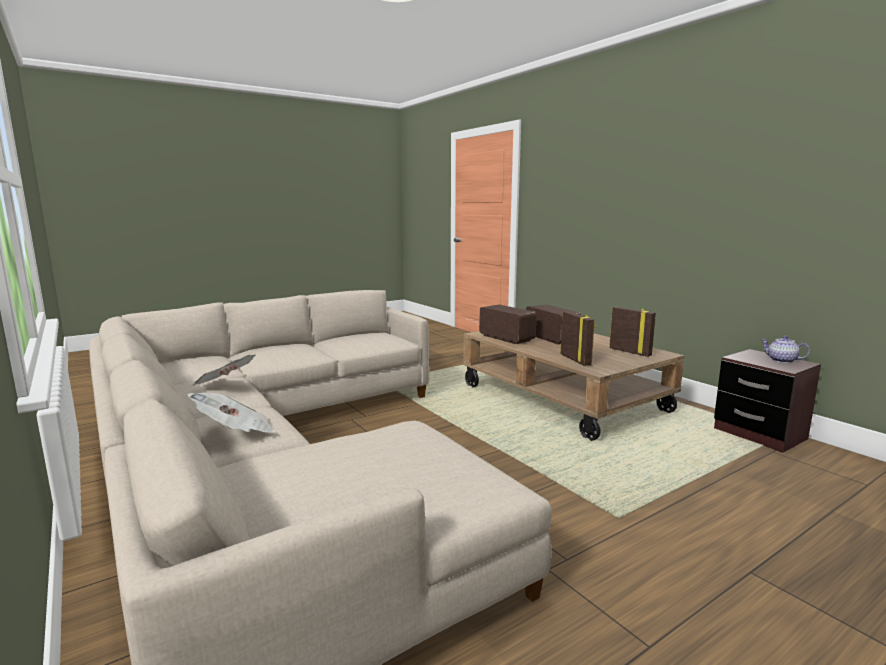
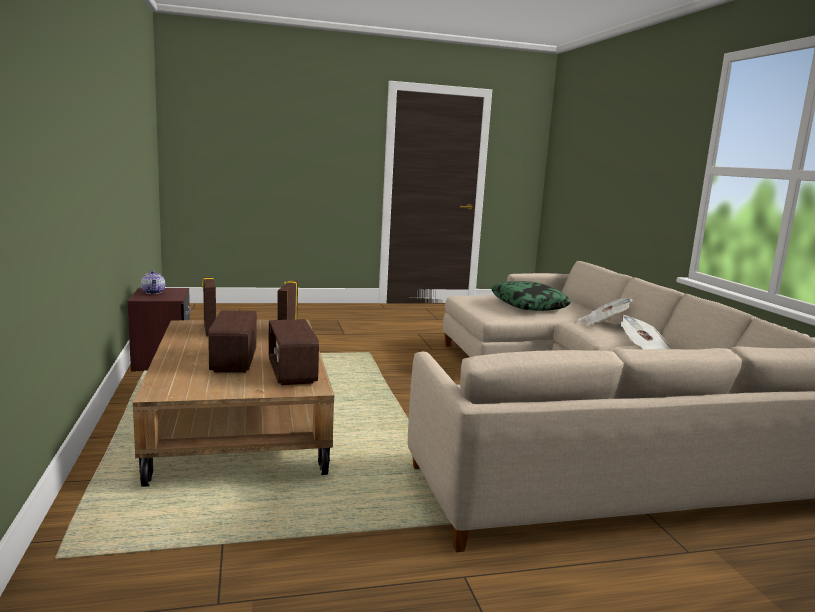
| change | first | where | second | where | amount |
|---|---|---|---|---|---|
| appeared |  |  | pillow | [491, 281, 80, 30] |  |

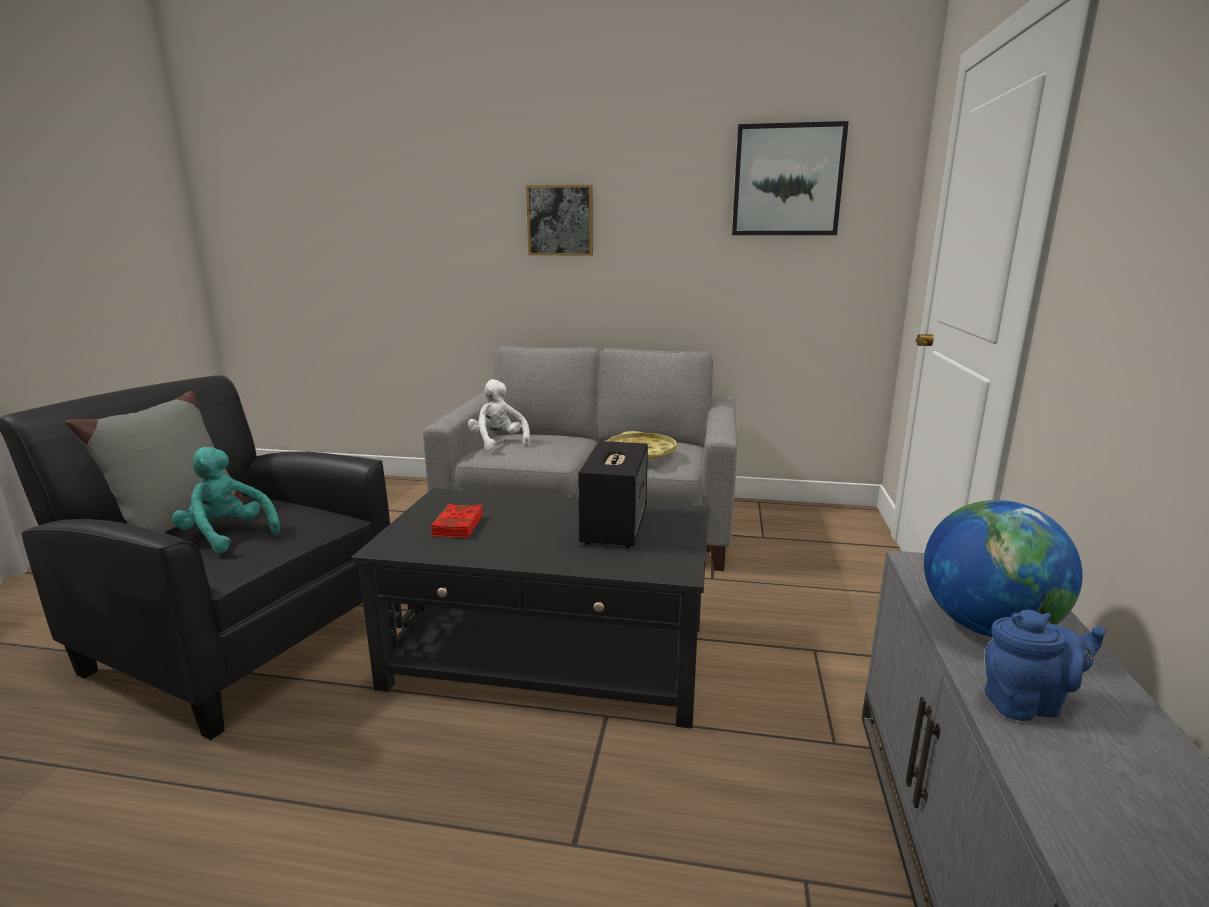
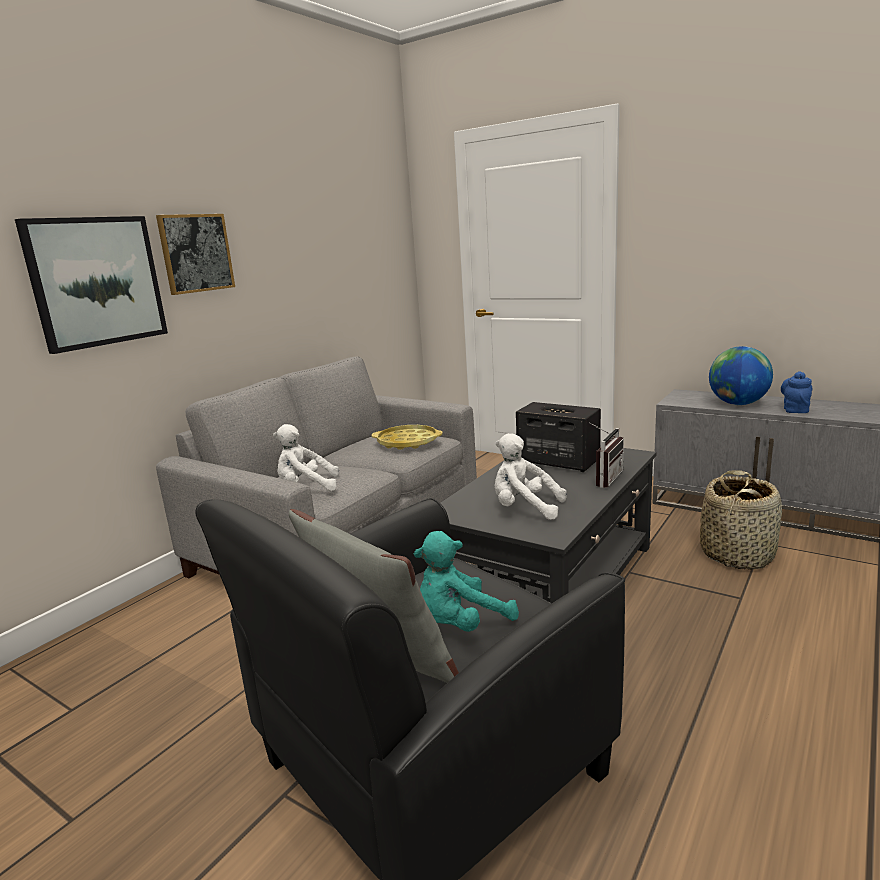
| change | first | where | second | where | amount |
|---|---|---|---|---|---|
| exchanged | red book | [431, 504, 52, 34] | white plush toy | [494, 433, 73, 87] |  |
| relocated | picture | [732, 121, 117, 114] |  | [15, 216, 153, 138] |  |
| appeared |  |  | radio | [589, 422, 35, 66] |  |
| appeared |  |  | basket | [700, 470, 82, 100] |  |

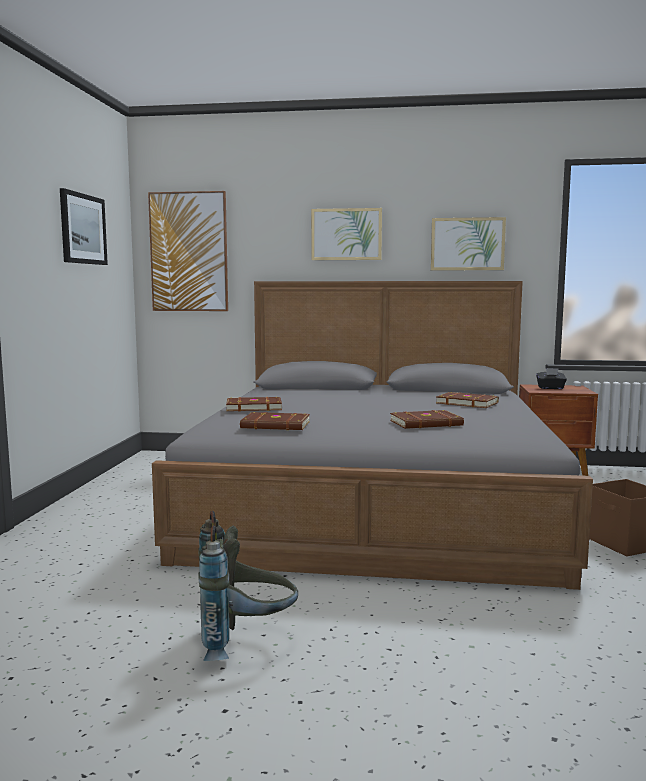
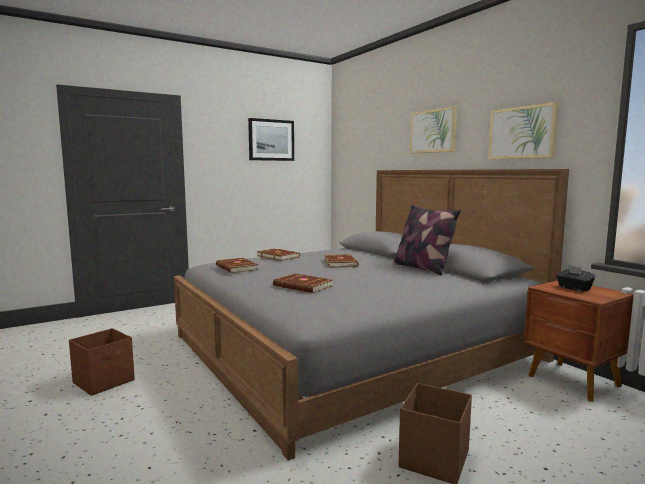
| change | first | where | second | where | amount |
|---|---|---|---|---|---|
| missing | picture | [148, 191, 80, 120] |  |  |  |
| exchanged | grey backpack | [198, 511, 100, 150] | brown storage box | [69, 328, 66, 68] |  |
| relocated | brown book | [436, 392, 63, 16] |  | [325, 254, 34, 14] |  |
| appeared |  |  | pillow | [393, 205, 68, 70] |  |

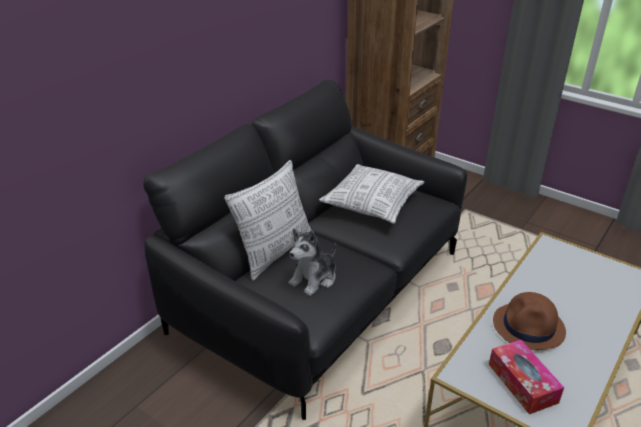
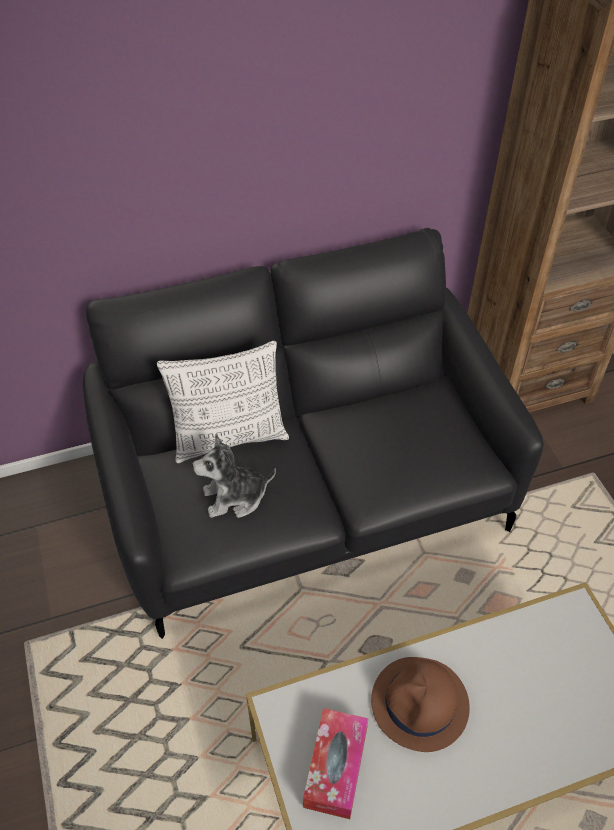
| change | first | where | second | where | amount |
|---|---|---|---|---|---|
| missing | pillow | [319, 164, 105, 60] |  |  |  |

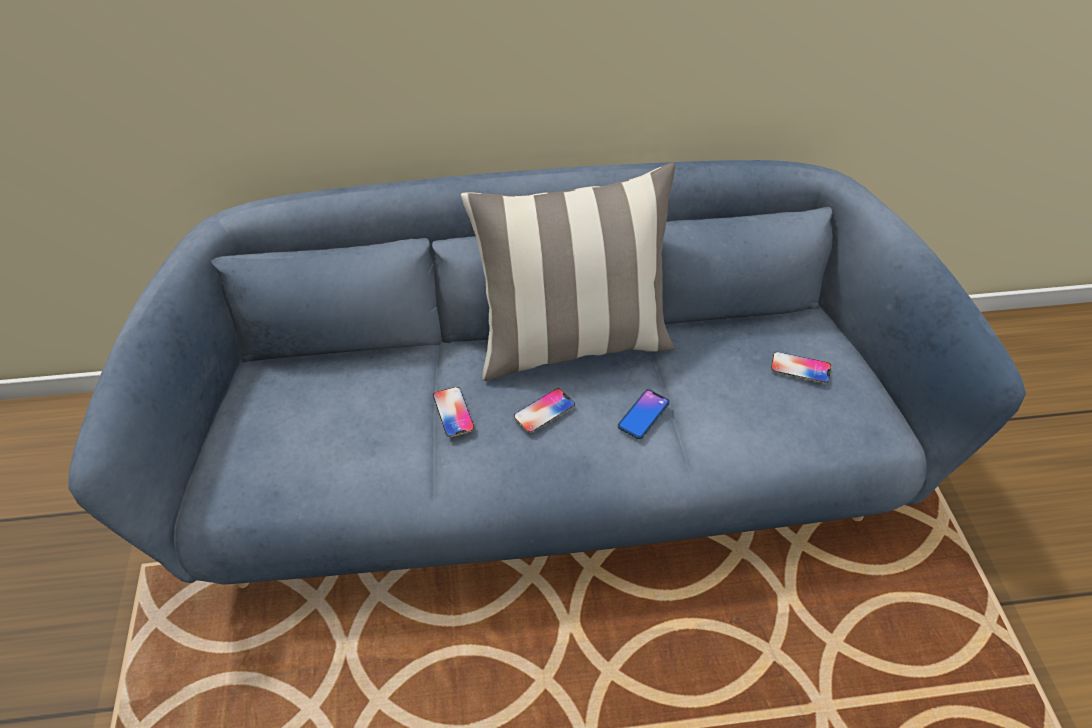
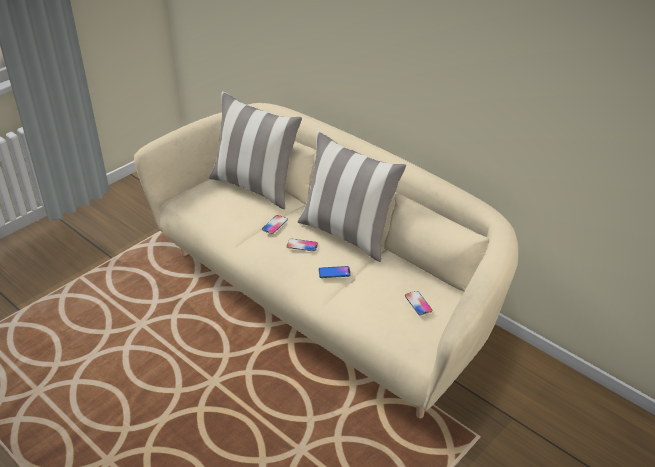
| change | first | where | second | where | amount |
|---|---|---|---|---|---|
| colour | blue sofa | [68, 160, 958, 428] | beige sofa | [134, 103, 384, 315] |  |
| appeared |  |  | pillow | [209, 91, 93, 118] |  |

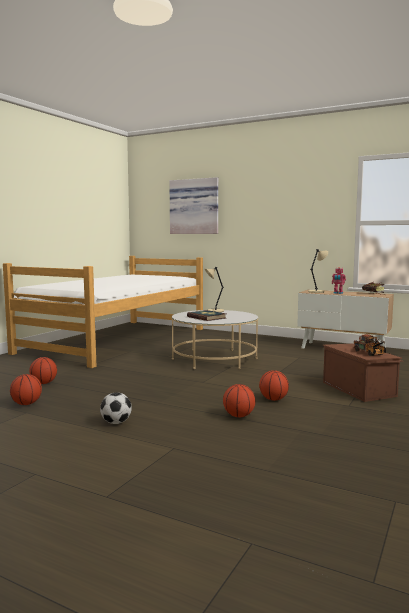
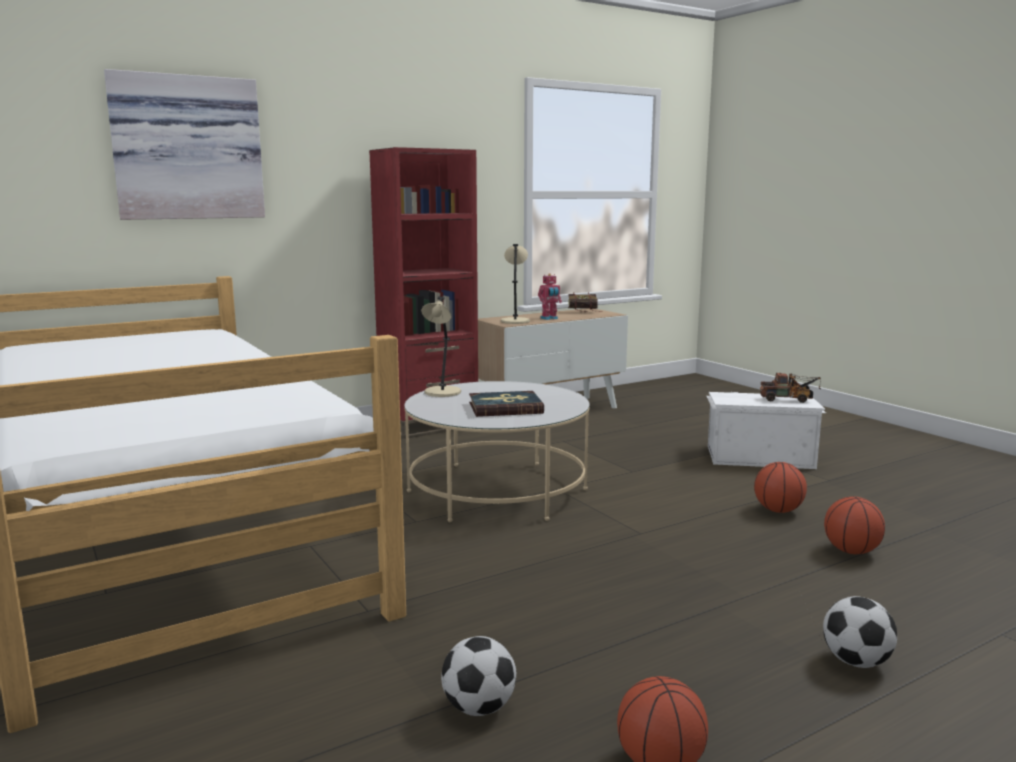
| change | first | where | second | where | amount |
|---|---|---|---|---|---|
| exchanged | basketball | [29, 357, 28, 27] | football | [441, 636, 75, 80] |  |
| colour | brown storage box | [323, 343, 81, 59] | white storage box | [707, 392, 119, 77] |  |
| appeared |  |  | red bookcase | [369, 147, 109, 292] |  |

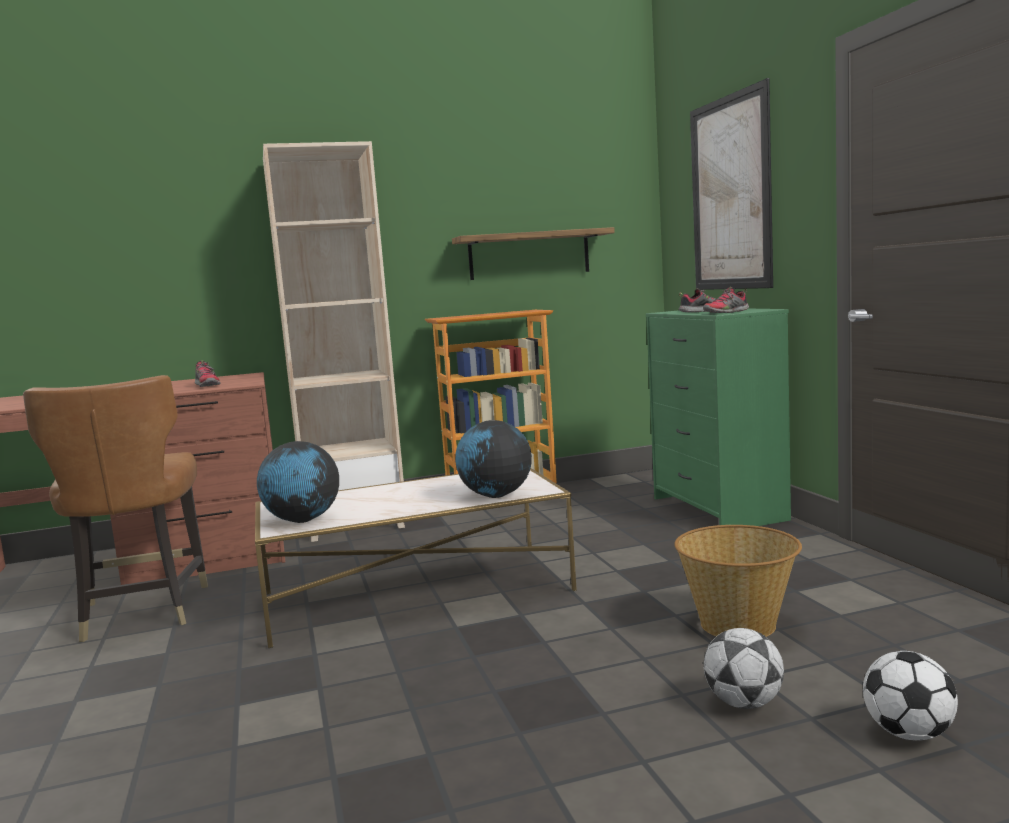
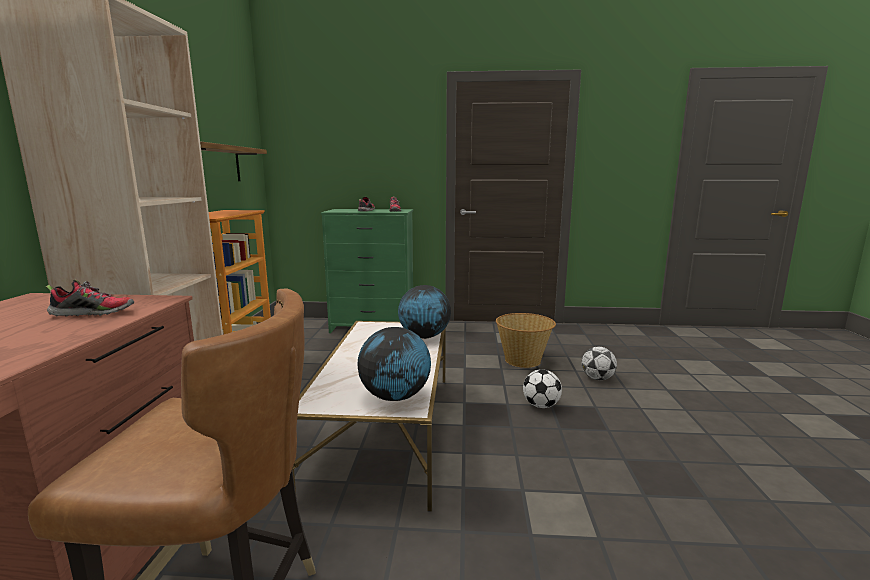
| change | first | where | second | where | amount |
|---|---|---|---|---|---|
| missing | picture | [690, 78, 83, 212] |  |  |  |
| relocated | football | [863, 651, 95, 90] |  | [523, 369, 39, 39] |  |

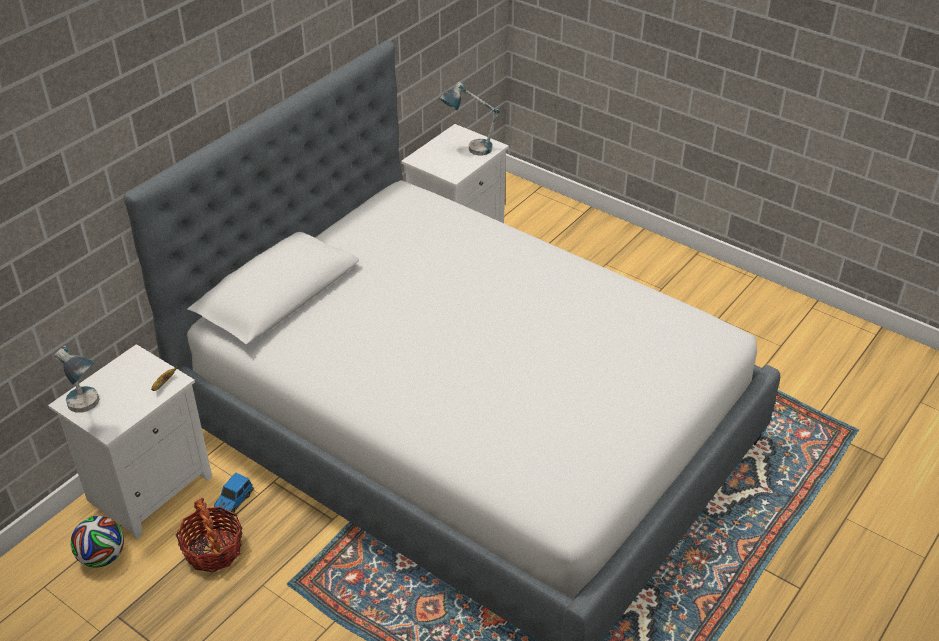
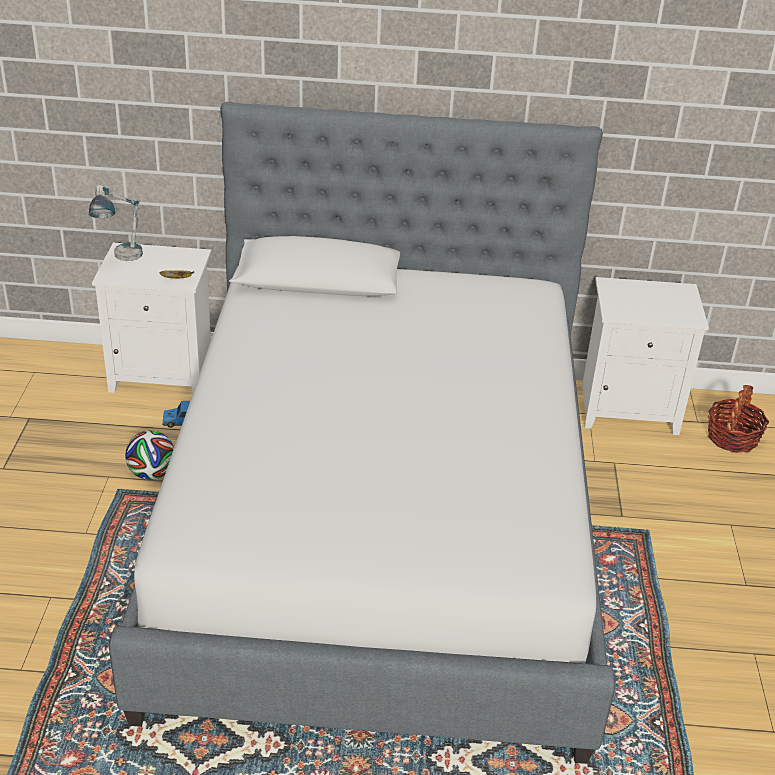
| change | first | where | second | where | amount |
|---|---|---|---|---|---|
| relocated | football | [71, 516, 53, 52] |  | [125, 430, 49, 50] |  |
| relocated | basket | [176, 498, 67, 74] |  | [708, 385, 61, 68] |  |
| missing | table lamp | [439, 82, 61, 73] |  |  |  |

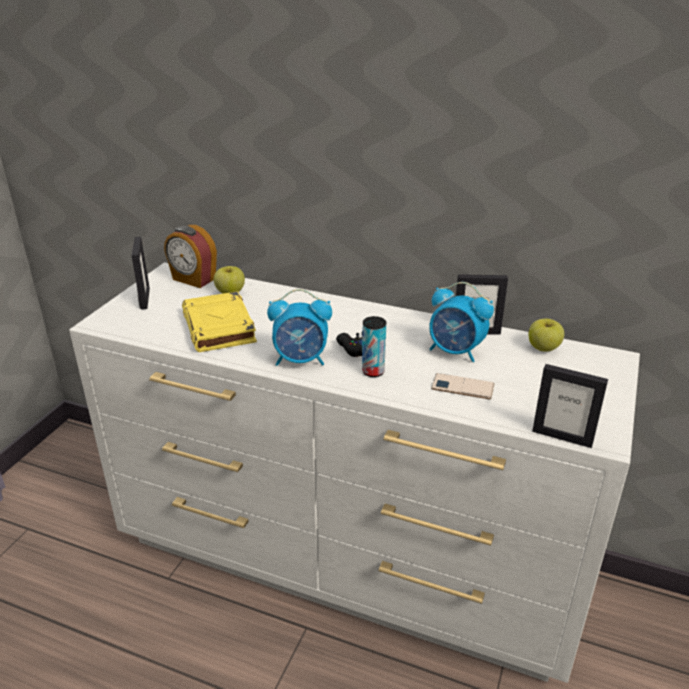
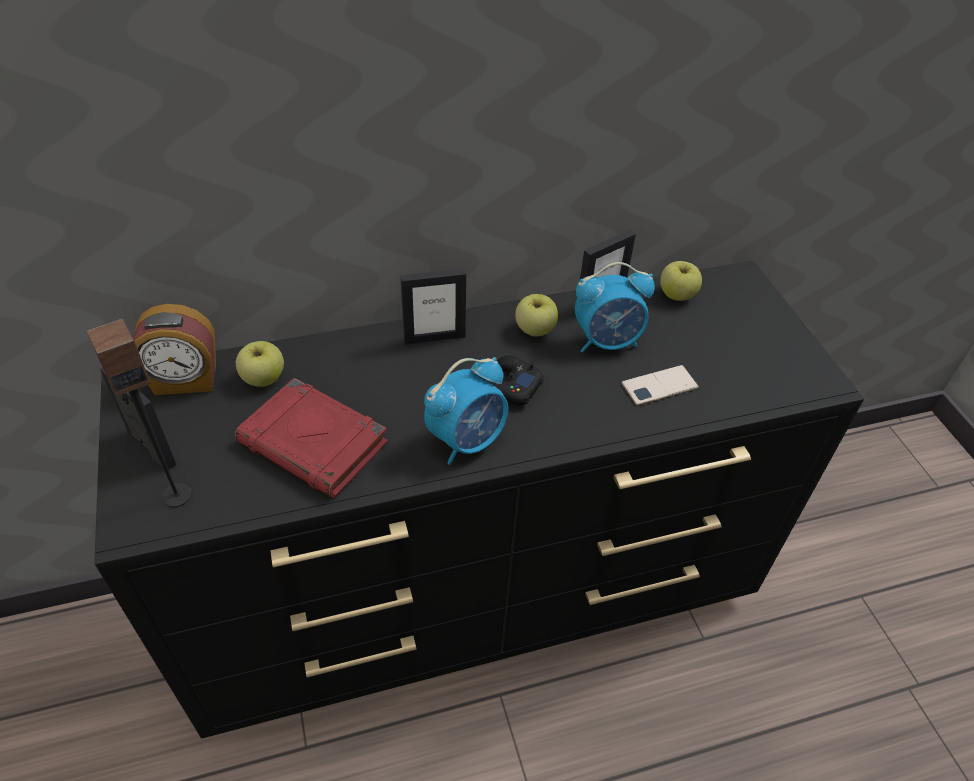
| change | first | where | second | where | amount |
|---|---|---|---|---|---|
| colour | white dresser | [69, 262, 571, 421] | black dresser | [94, 261, 770, 477] |  |
| colour | yellow book | [182, 291, 75, 61] | red book | [235, 378, 153, 120] |  |
| missing | can | [362, 316, 24, 61] |  |  |  |
| relocated | picture frame | [532, 364, 76, 84] |  | [400, 269, 66, 76] |  |
| appeared |  |  | speaker | [87, 319, 105, 188] |  |
| appeared |  |  | apple | [515, 294, 43, 42] |  |

